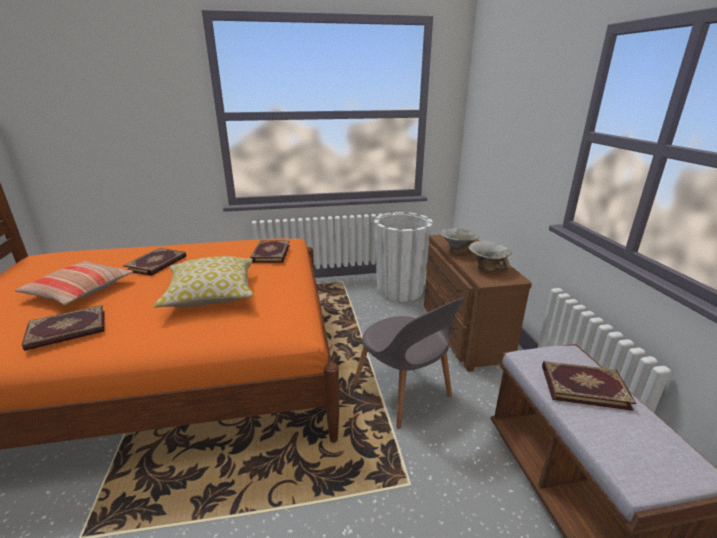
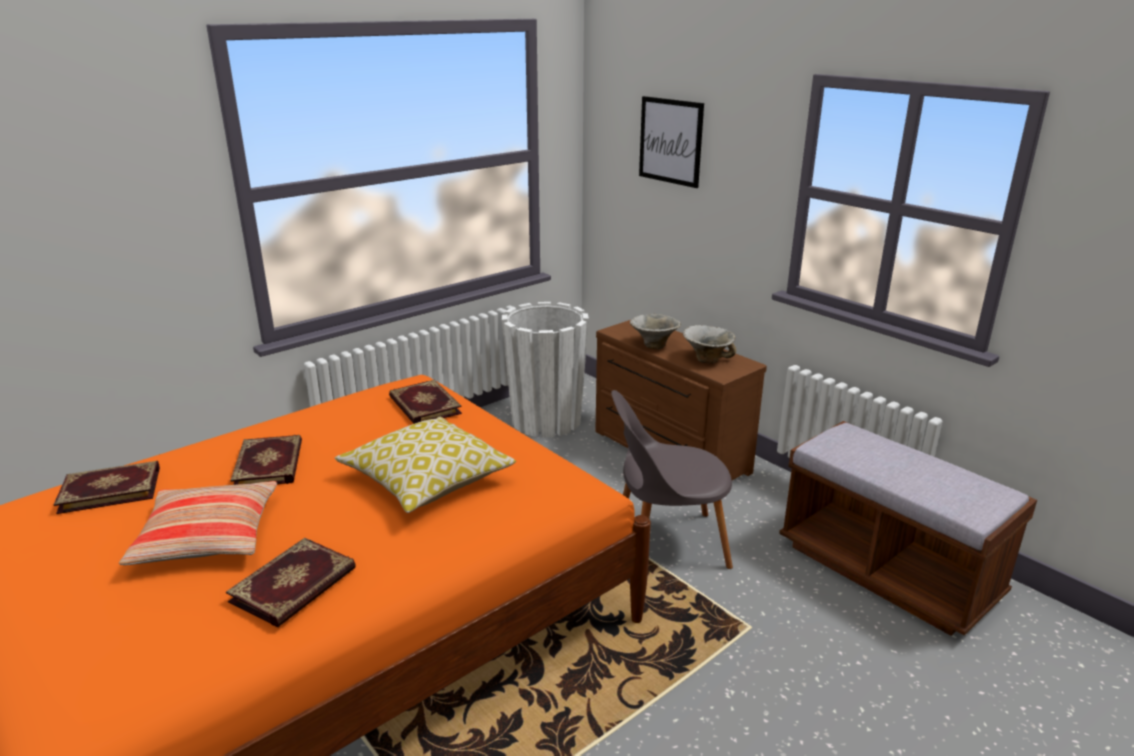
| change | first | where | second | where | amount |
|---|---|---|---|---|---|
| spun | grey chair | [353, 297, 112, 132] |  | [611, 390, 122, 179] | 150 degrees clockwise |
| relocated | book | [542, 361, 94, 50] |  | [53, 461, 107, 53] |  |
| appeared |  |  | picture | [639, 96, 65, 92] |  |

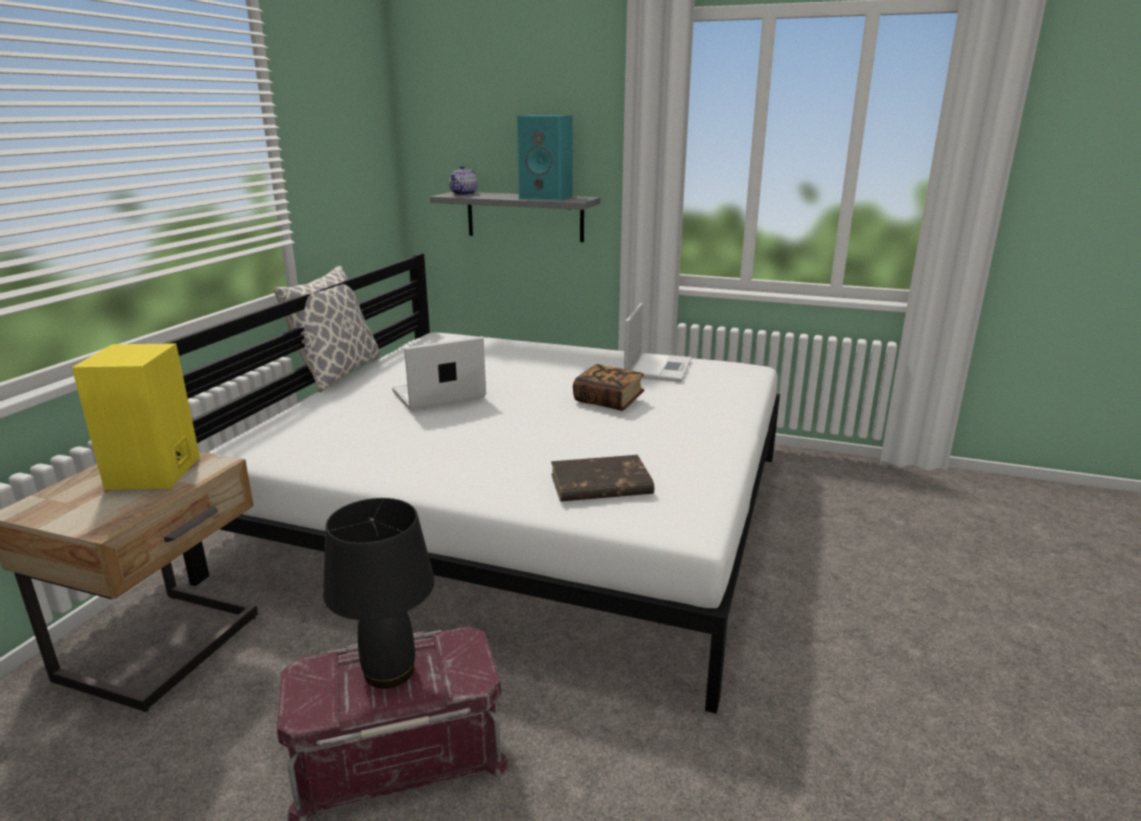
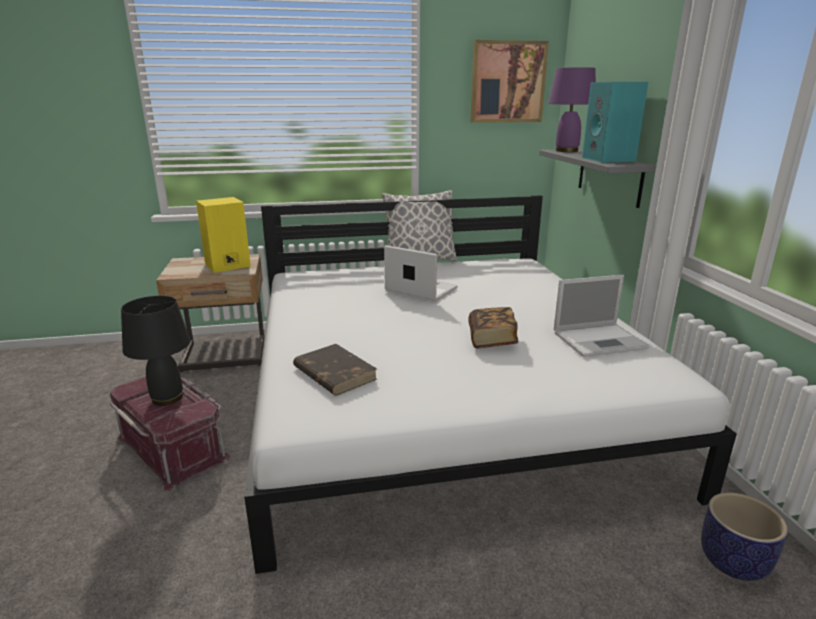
| change | first | where | second | where | amount |
|---|---|---|---|---|---|
| exchanged | teapot | [449, 165, 29, 30] | purple table lamp | [548, 67, 48, 85] |  |
| appeared |  |  | picture | [470, 40, 79, 83] |  |
| appeared |  |  | planter | [701, 492, 87, 89] |  |

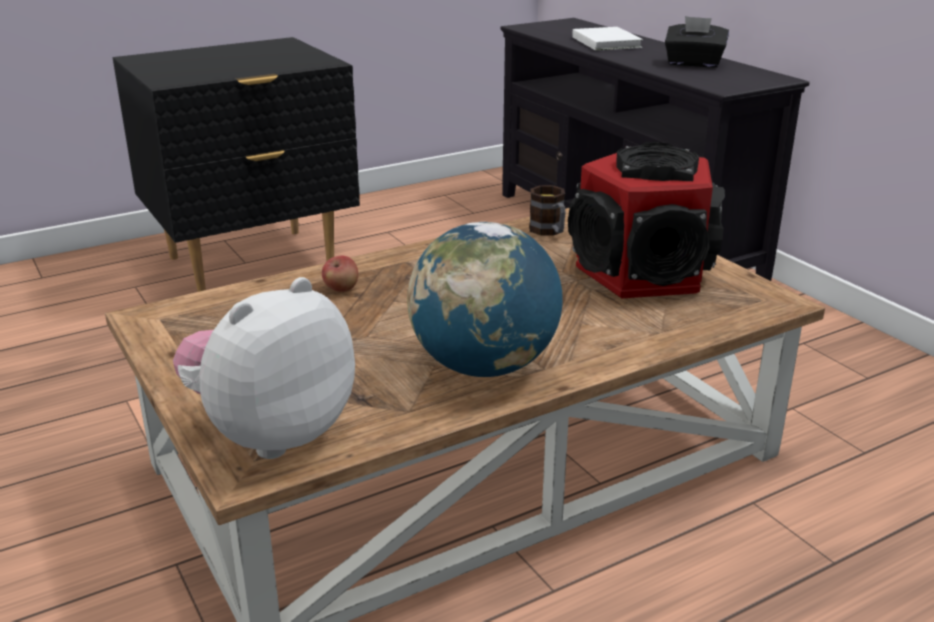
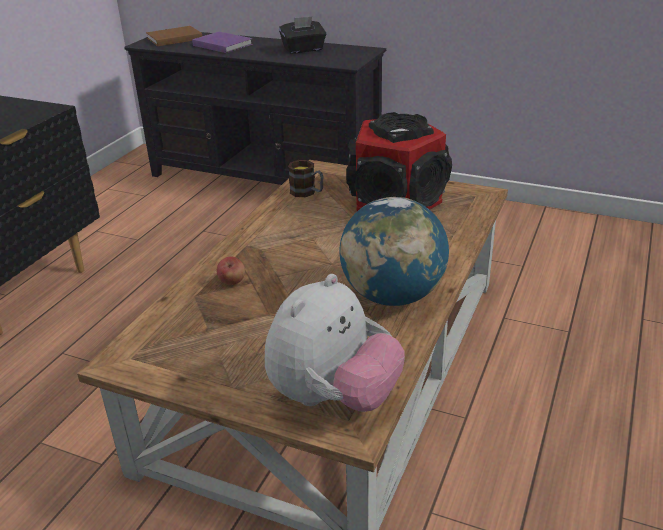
| change | first | where | second | where | amount |
|---|---|---|---|---|---|
| spun | plush toy | [173, 277, 182, 182] |  | [265, 274, 140, 138] | 150 degrees counterclockwise |
| colour | white book | [572, 27, 71, 24] | purple book | [192, 32, 61, 21] |  |
| appeared |  |  | brown book | [146, 26, 56, 20] |  |

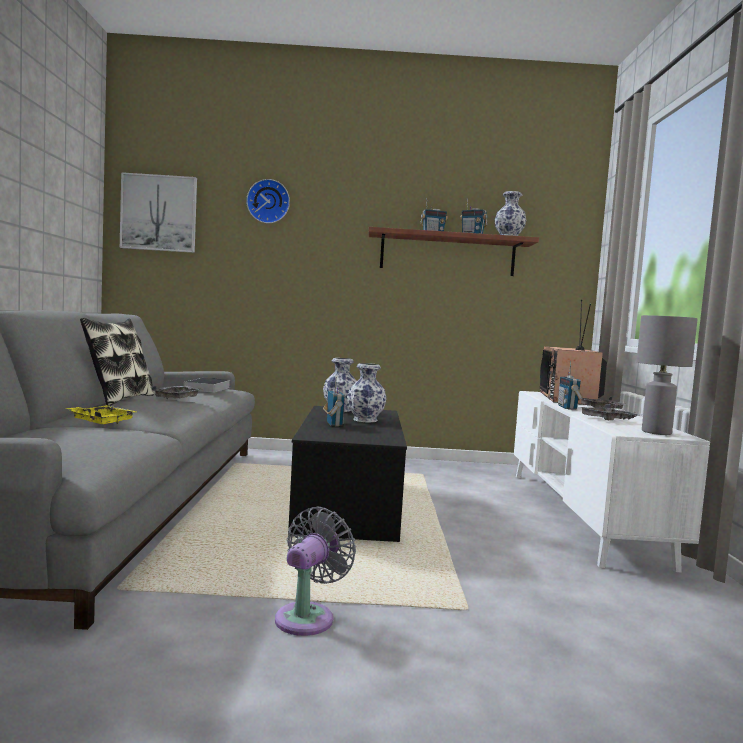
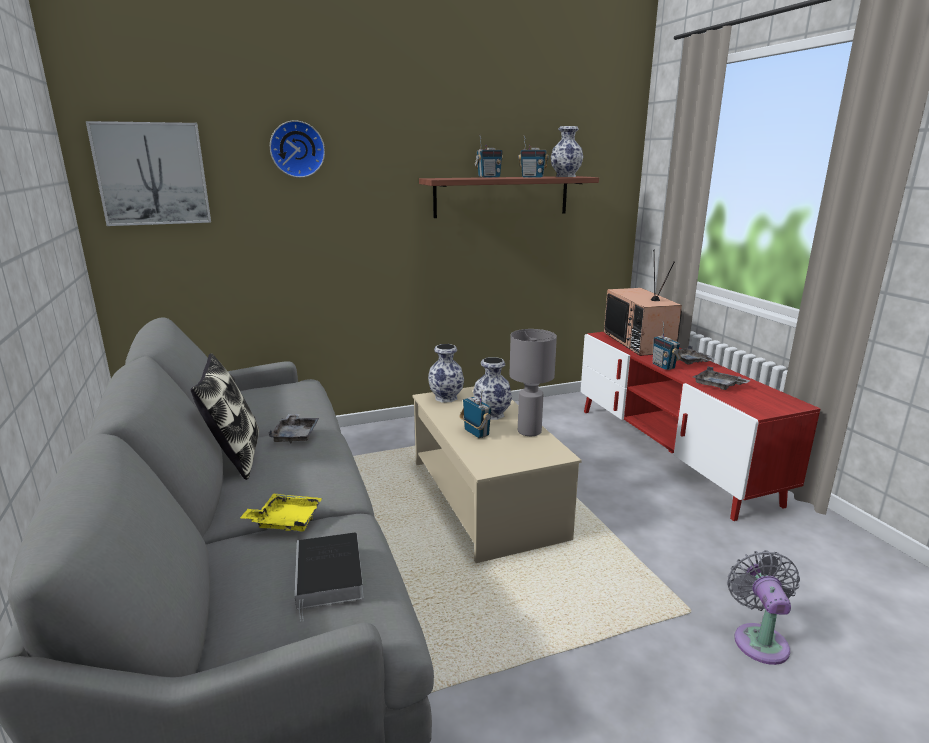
| change | first | where | second | where | amount |
|---|---|---|---|---|---|
| relocated | book | [184, 378, 46, 15] |  | [295, 533, 69, 89] |  |
| relocated | grey fan | [275, 506, 81, 130] |  | [727, 550, 73, 115] |  |
| colour | black coffee table | [288, 406, 119, 136] | beige coffee table | [412, 387, 170, 176] |  |
| colour | white tv stand | [514, 391, 196, 182] | red tv stand | [581, 332, 239, 189] |  |
| relocated | grey table lamp | [637, 315, 61, 120] |  | [509, 329, 48, 107] |  |

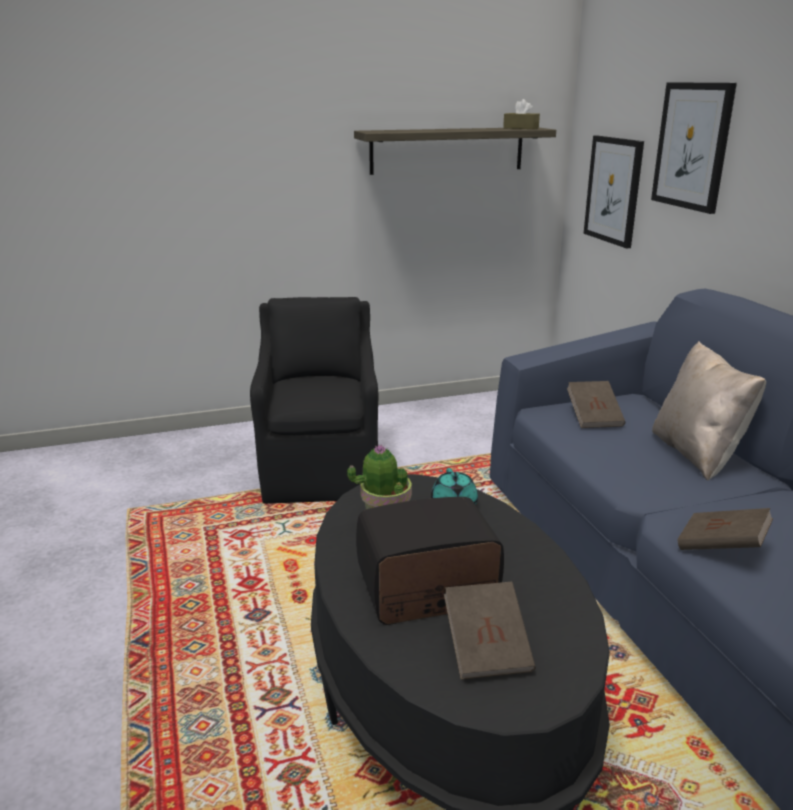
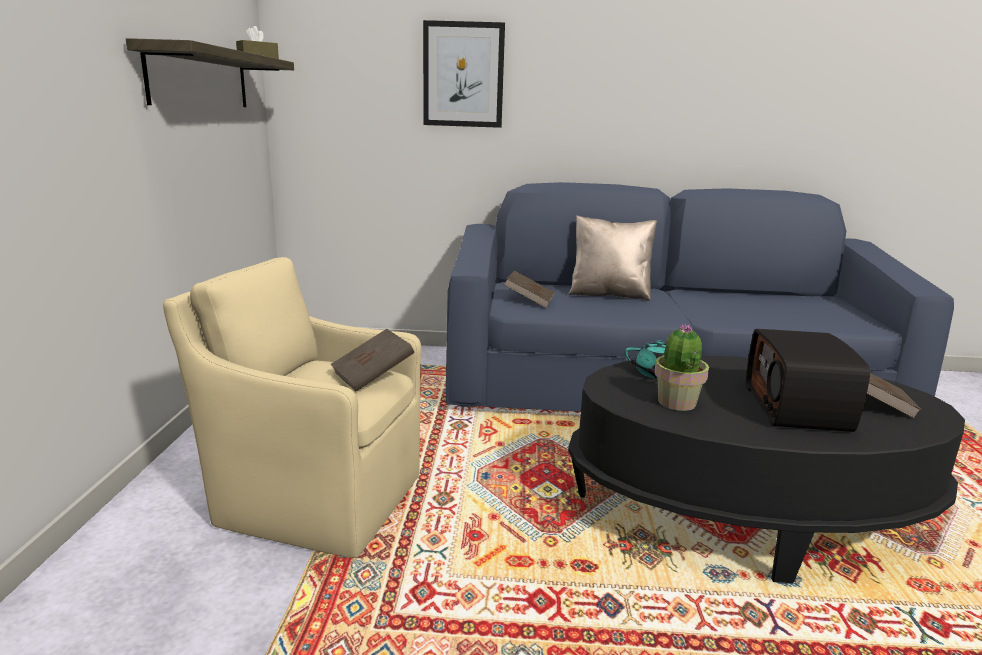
| change | first | where | second | where | amount |
|---|---|---|---|---|---|
| colour | black armchair | [250, 297, 128, 207] | beige armchair | [163, 257, 259, 301] |  |
| missing | picture | [584, 136, 60, 113] |  |  |  |
| relocated | brown book | [677, 508, 96, 42] |  | [331, 329, 83, 62] |  |

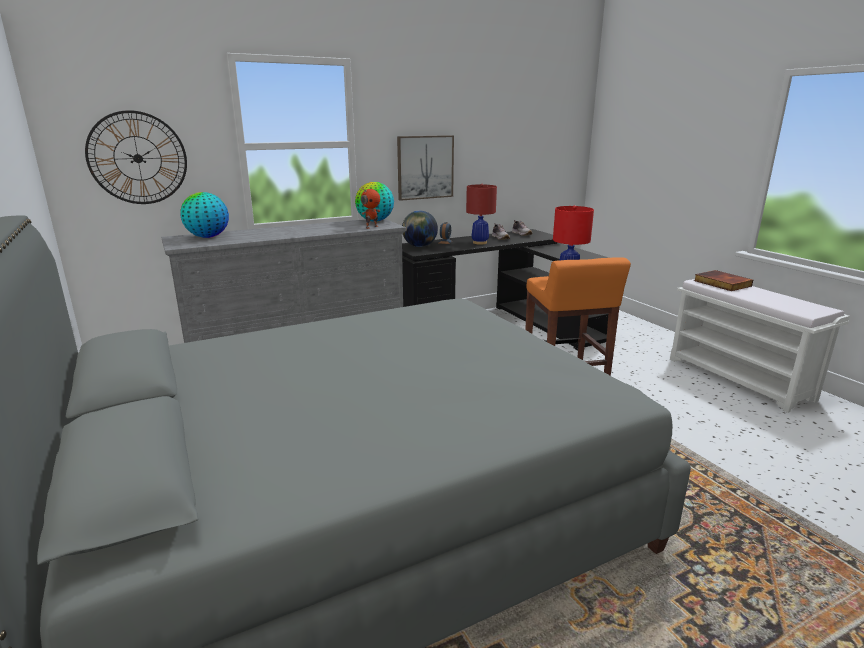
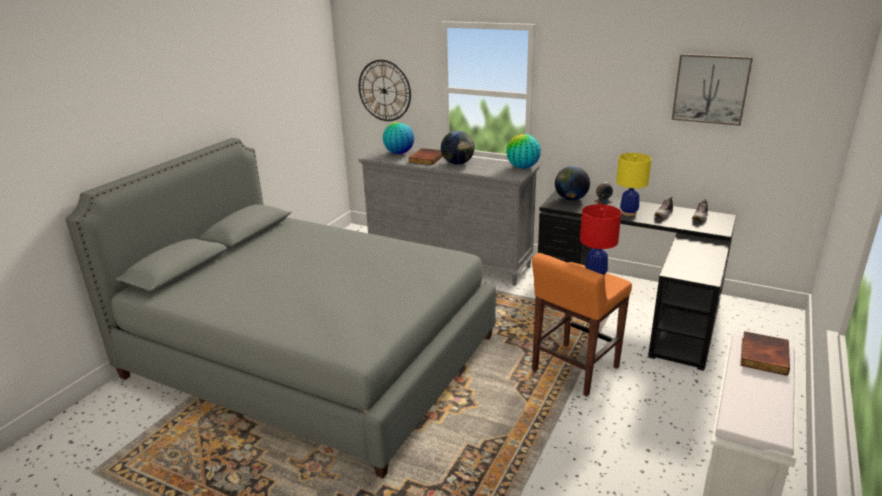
| change | first | where | second | where | amount |
|---|---|---|---|---|---|
| missing | toy robot | [361, 187, 19, 42] |  |  |  |
| relocated | picture | [397, 135, 57, 66] |  | [672, 54, 81, 72] |  |
| colour | red table lamp | [466, 184, 31, 61] | yellow table lamp | [616, 153, 35, 63] |  |
| appeared |  |  | book | [408, 148, 35, 17] |  |
| appeared |  |  | globe | [441, 131, 33, 34] |  |

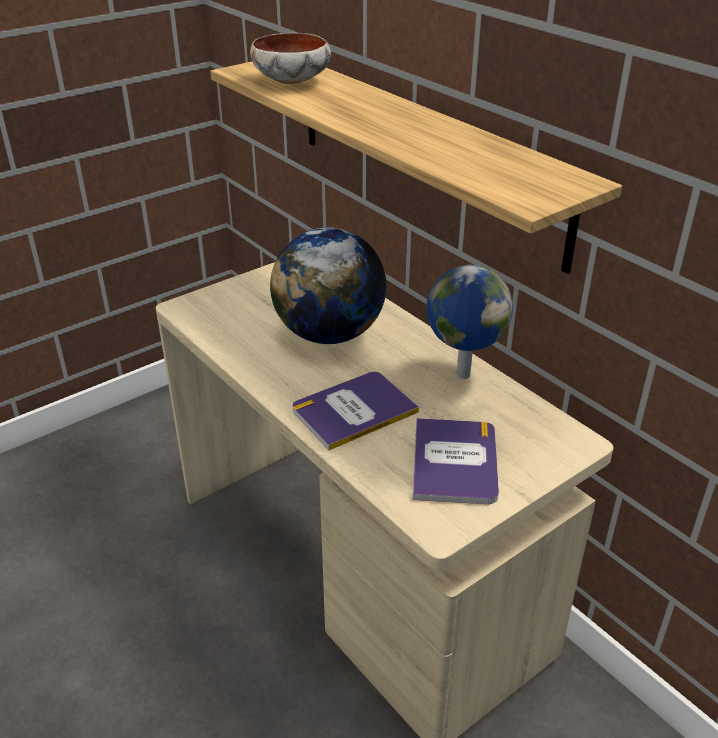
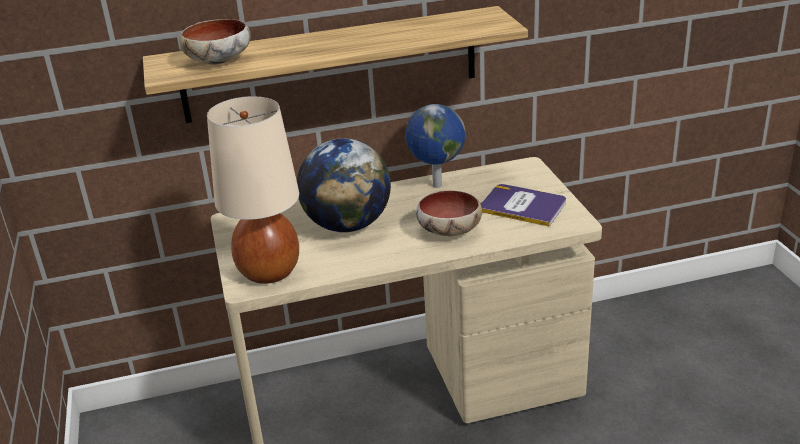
| change | first | where | second | where | amount |
|---|---|---|---|---|---|
| exchanged | book | [293, 372, 126, 78] | bowl | [416, 190, 66, 46] |  |
| appeared |  |  | beige table lamp | [207, 96, 92, 188] |  |

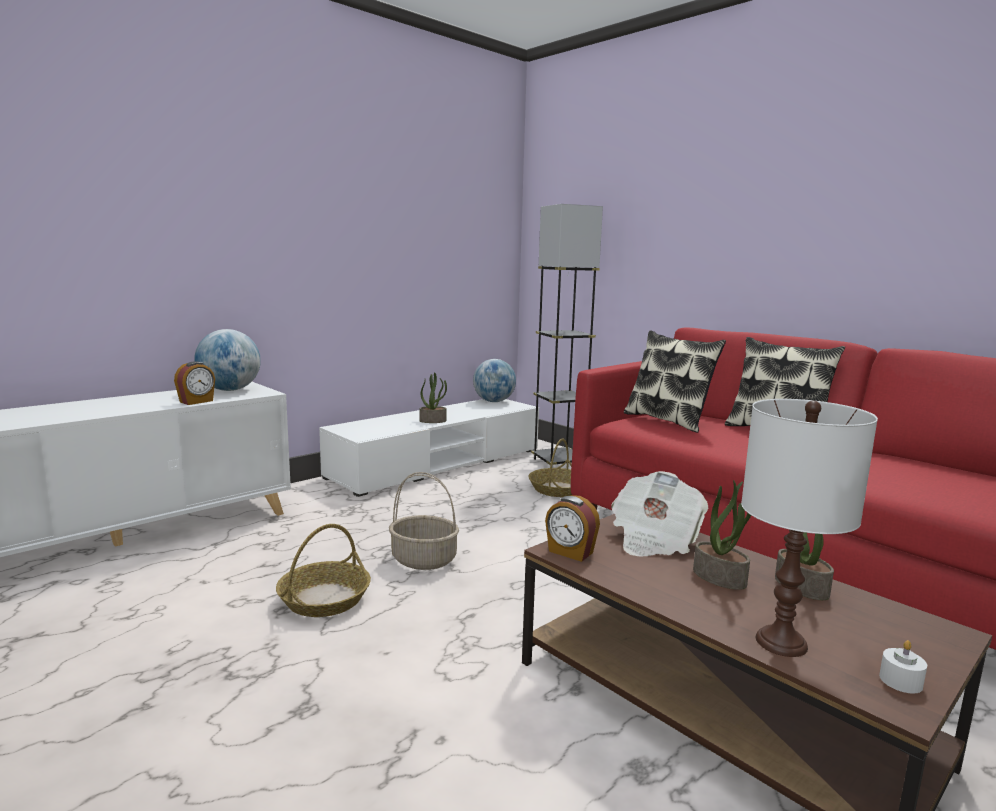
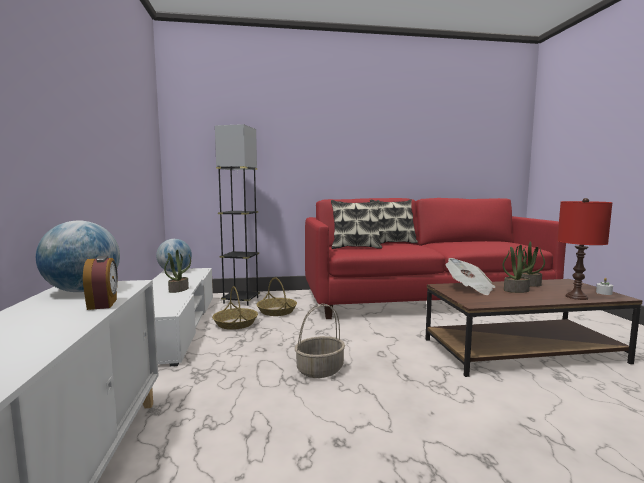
| change | first | where | second | where | amount |
|---|---|---|---|---|---|
| relocated | basket | [276, 524, 95, 93] |  | [212, 286, 46, 44] |  |
| missing | alarm clock | [545, 495, 55, 67] |  |  |  |
| colour | white table lamp | [741, 399, 137, 258] | red table lamp | [557, 198, 56, 102] |  |

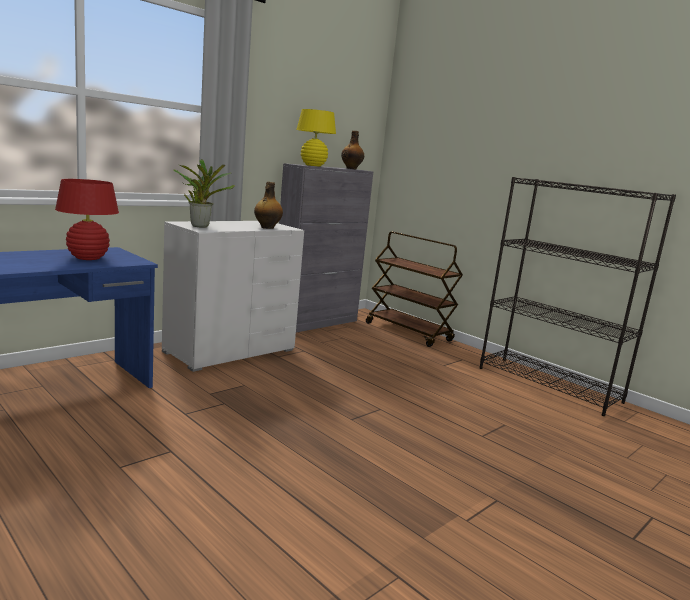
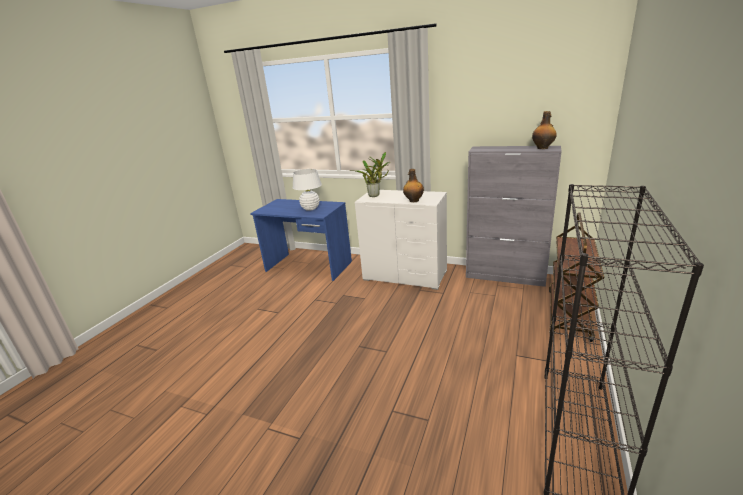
| change | first | where | second | where | amount |
|---|---|---|---|---|---|
| colour | red table lamp | [55, 179, 64, 81] | white table lamp | [293, 169, 29, 42] |  |
| missing | yellow table lamp | [296, 109, 40, 58] |  |  |  |

